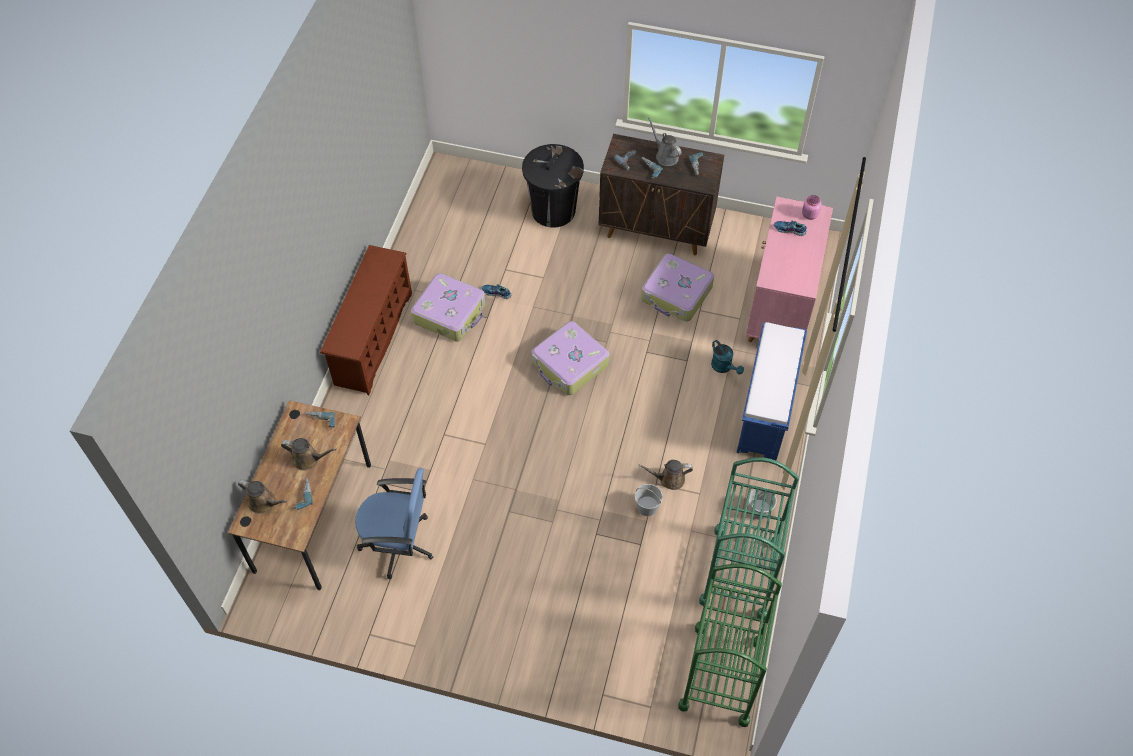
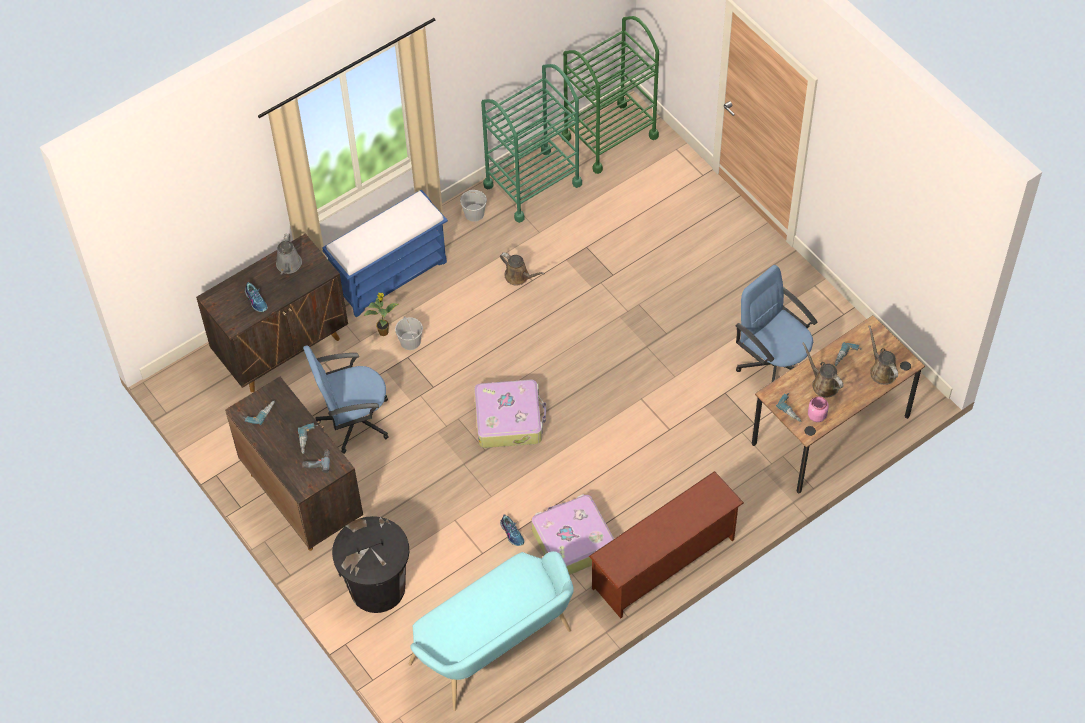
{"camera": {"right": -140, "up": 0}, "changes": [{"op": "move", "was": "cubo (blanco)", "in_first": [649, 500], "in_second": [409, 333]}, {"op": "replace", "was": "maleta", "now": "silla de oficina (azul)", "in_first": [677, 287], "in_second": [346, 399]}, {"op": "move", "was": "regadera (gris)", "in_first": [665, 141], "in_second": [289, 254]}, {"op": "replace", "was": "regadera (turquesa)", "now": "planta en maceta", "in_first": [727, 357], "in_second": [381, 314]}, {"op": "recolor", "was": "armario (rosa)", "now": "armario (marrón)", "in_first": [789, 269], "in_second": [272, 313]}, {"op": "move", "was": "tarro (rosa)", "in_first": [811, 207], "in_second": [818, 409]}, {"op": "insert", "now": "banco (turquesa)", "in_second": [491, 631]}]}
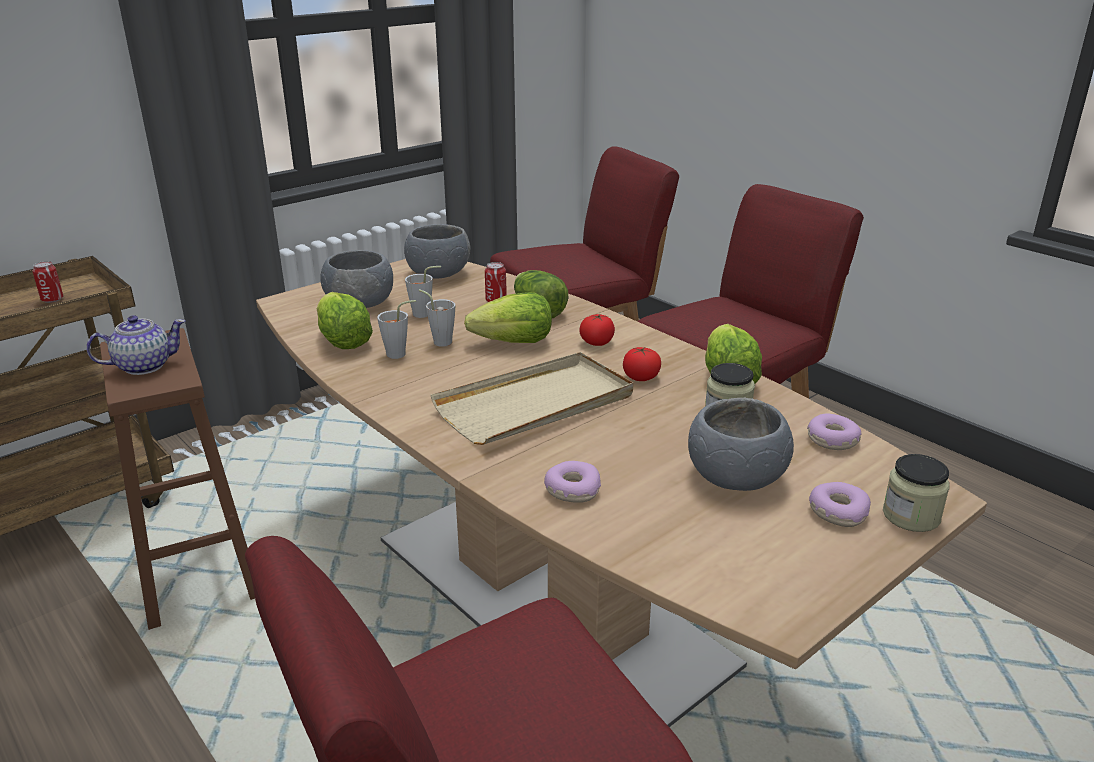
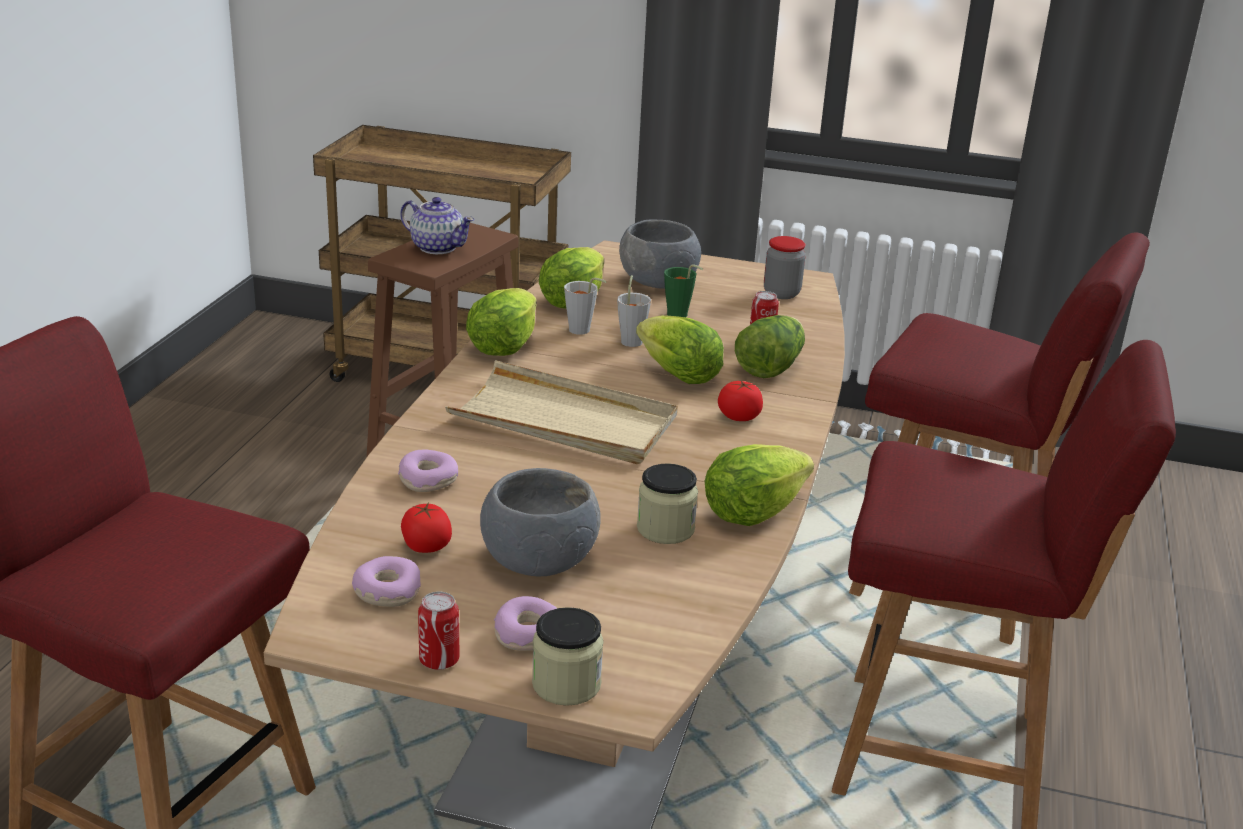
{"camera": {"right": 55, "up": 0}, "changes": [{"op": "move", "was": "lata", "in_first": [48, 282], "in_second": [439, 631]}, {"op": "replace", "was": "cuenco (gris)", "now": "tarro", "in_first": [437, 251], "in_second": [785, 267]}, {"op": "recolor", "was": "taza (gris)", "now": "taza (verde)", "in_first": [423, 292], "in_second": [683, 290]}, {"op": "move", "was": "tomate", "in_first": [642, 364], "in_second": [426, 528]}, {"op": "move", "was": "rosquilla", "in_first": [834, 432], "in_second": [386, 581]}, {"op": "insert", "now": "lechuga", "in_second": [501, 322]}]}
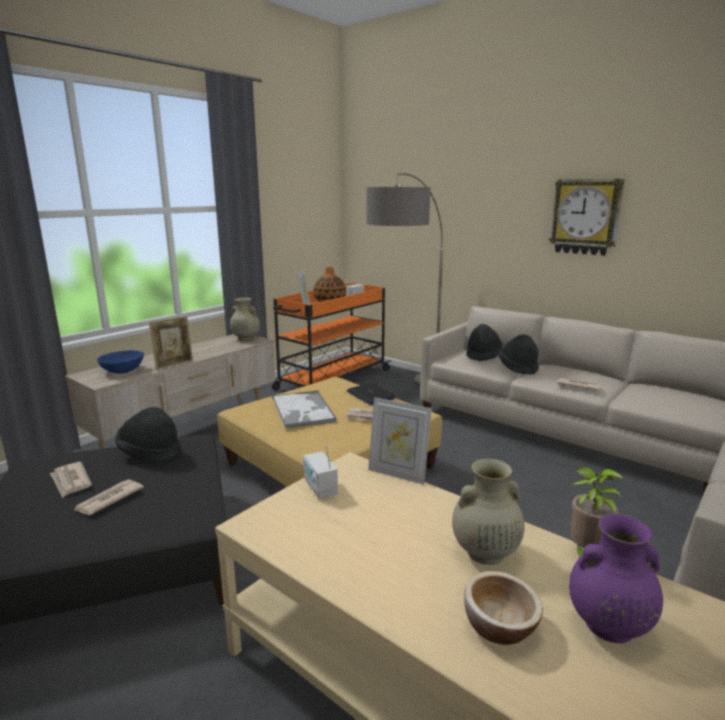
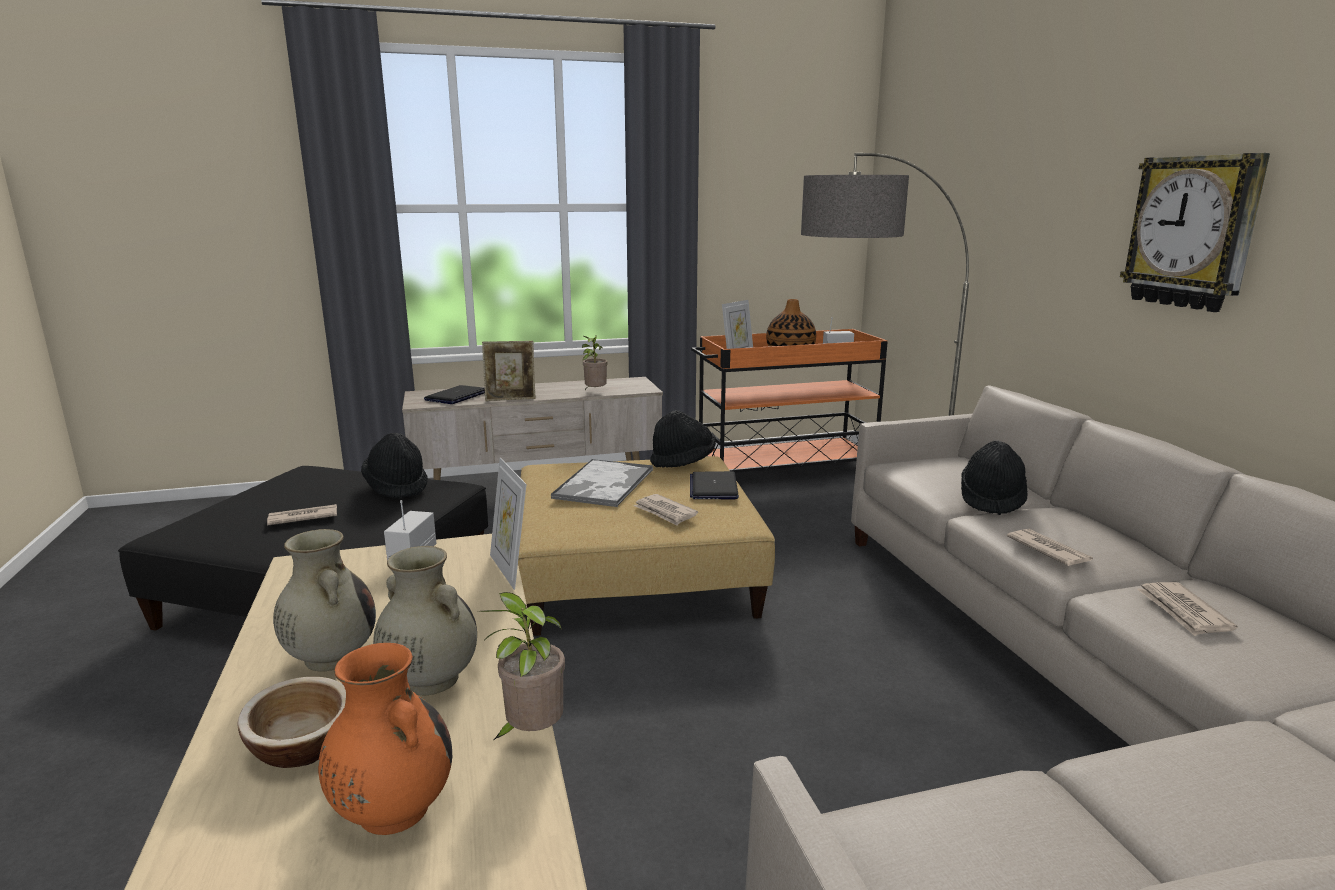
{"camera": {"right": 35, "up": 0}, "changes": [{"op": "move", "was": "periódico", "in_first": [71, 480], "in_second": [1187, 609]}, {"op": "replace", "was": "cuenco (azul)", "now": "portátil", "in_first": [120, 362], "in_second": [454, 394]}, {"op": "move", "was": "florero (beis)", "in_first": [245, 319], "in_second": [324, 600]}, {"op": "move", "was": "sombrero (negro)", "in_first": [484, 342], "in_second": [683, 439]}, {"op": "recolor", "was": "florero (morado)", "now": "florero (naranja)", "in_first": [616, 578], "in_second": [385, 739]}, {"op": "insert", "now": "planta en maceta", "in_second": [595, 362]}]}
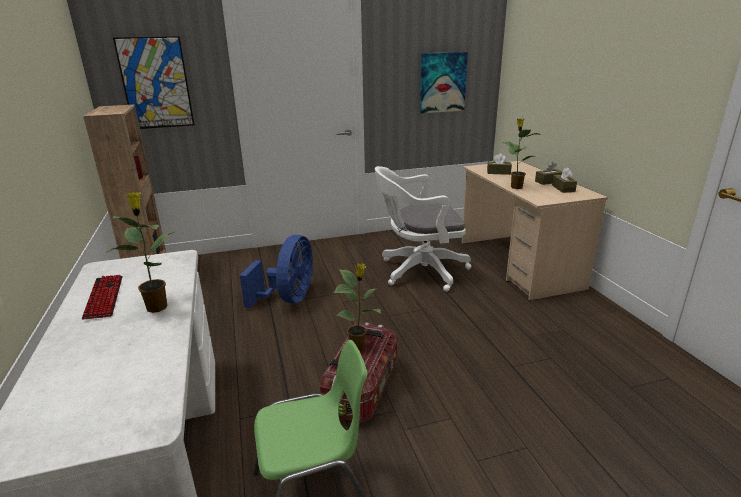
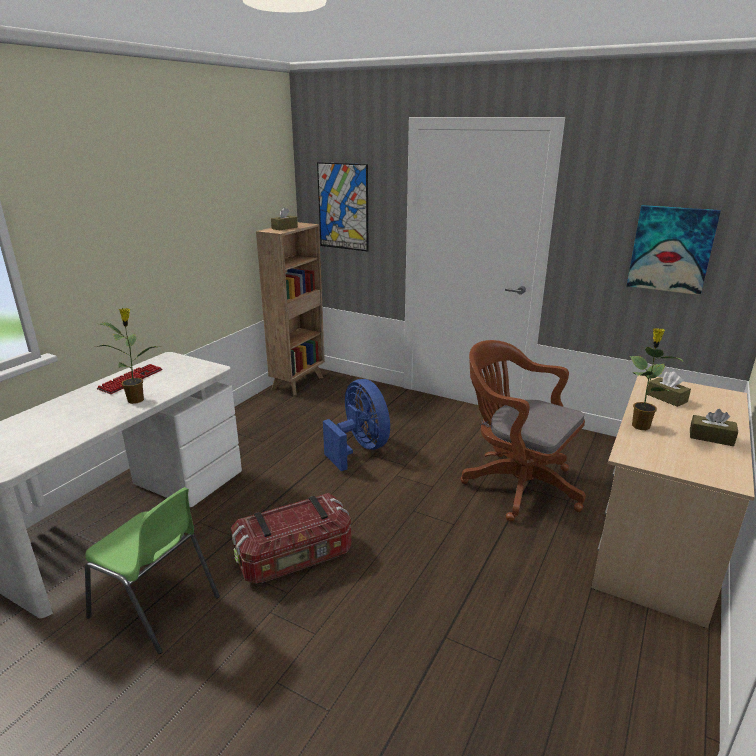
{"camera": {"right": 45, "up": 0}, "changes": [{"op": "rotate", "was": "ventilador (azul)", "in_first": [276, 271], "in_second": [356, 425], "clockwise": -90}, {"op": "delete", "was": "planta en maceta", "in_first": [357, 307]}, {"op": "recolor", "was": "silla de oficina (blanco)", "now": "silla de oficina (marrón)", "in_first": [423, 229], "in_second": [523, 430]}, {"op": "move", "was": "caja de pañuelos (marrón)", "in_first": [564, 180], "in_second": [284, 218]}]}
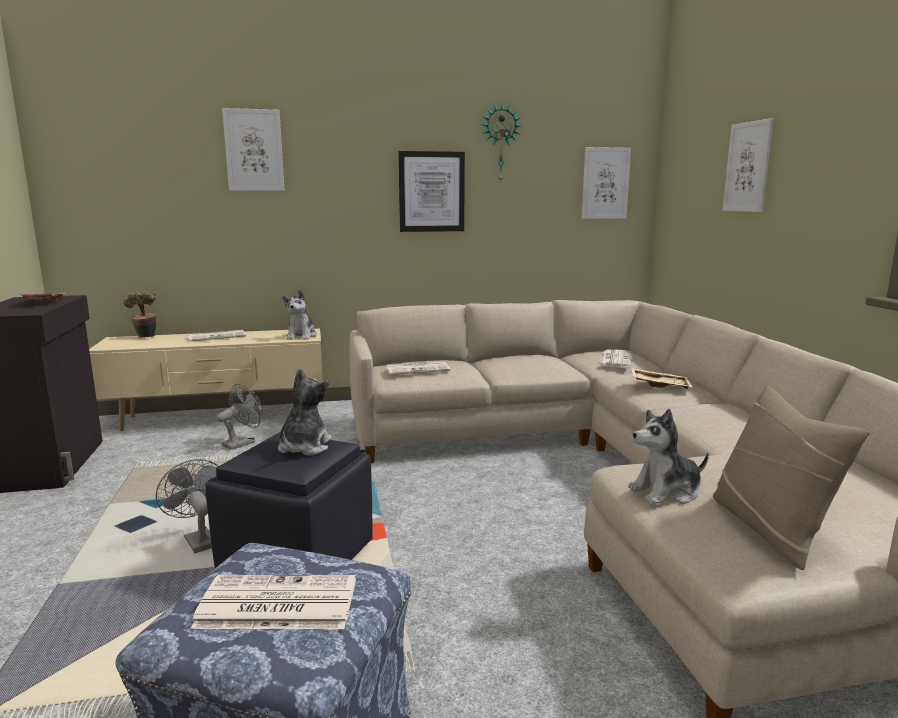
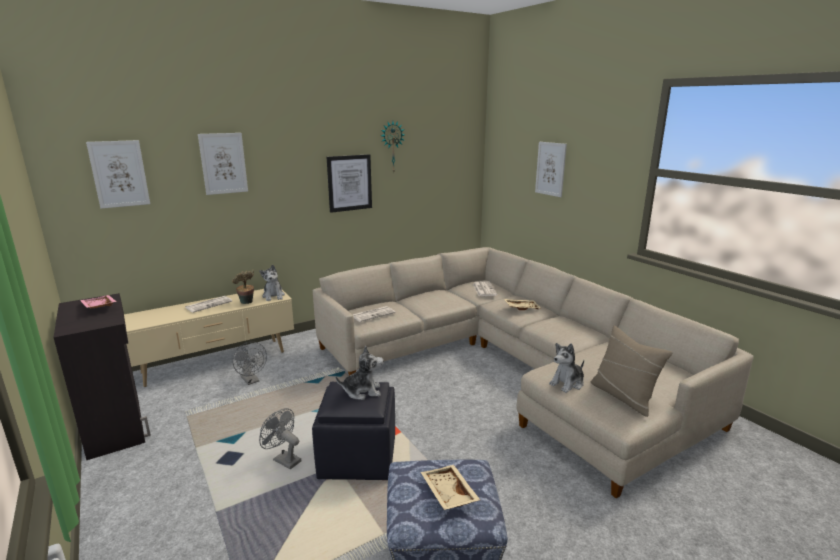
{"camera": {"right": -20, "up": 5}, "changes": [{"op": "move", "was": "planta en maceta", "in_first": [139, 314], "in_second": [243, 286]}, {"op": "replace", "was": "periódico", "now": "bandeja (beis)", "in_first": [273, 602], "in_second": [450, 487]}, {"op": "rotate", "was": "ventilador (gris)", "in_first": [239, 417], "in_second": [250, 363], "clockwise": 120}, {"op": "rotate", "was": "peluche", "in_first": [305, 412], "in_second": [360, 373], "clockwise": 90}, {"op": "move", "was": "cuadro", "in_first": [606, 183], "in_second": [118, 174]}]}
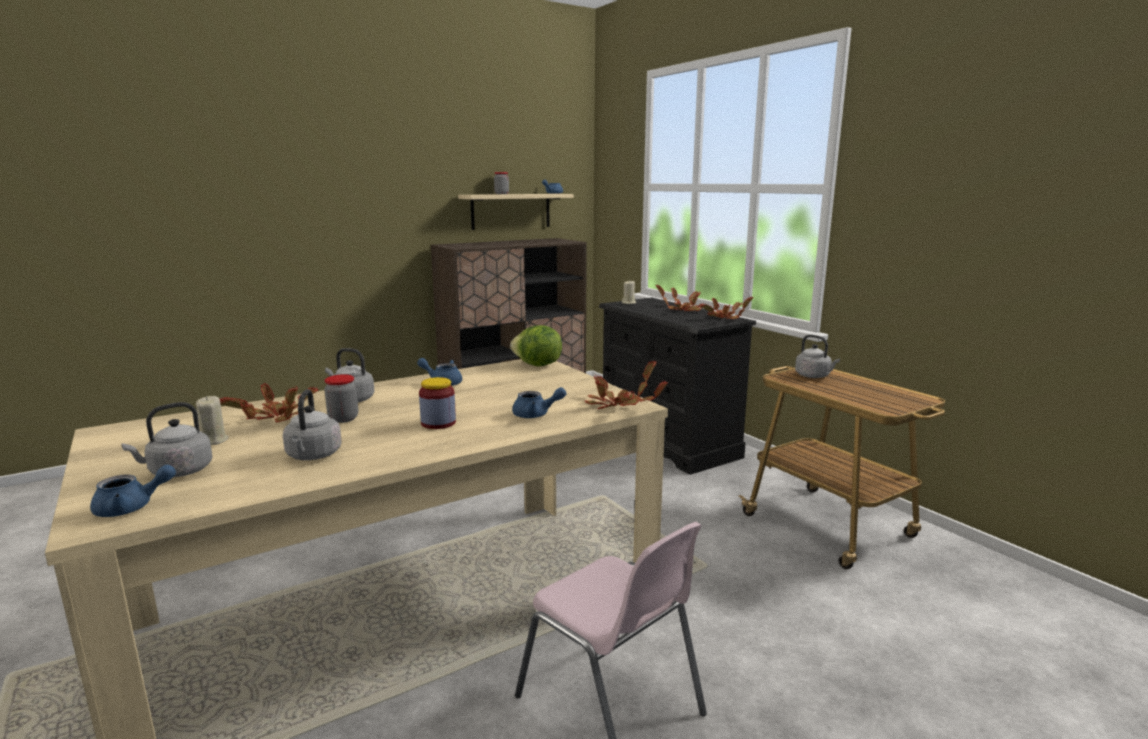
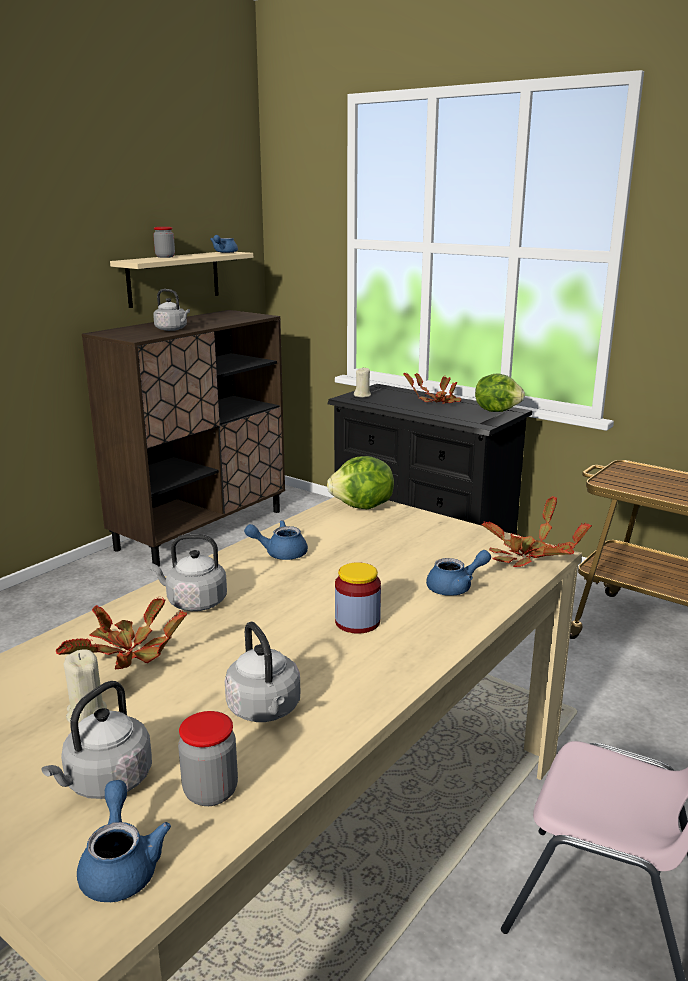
{"camera": {"right": -20, "up": 5}, "changes": [{"op": "rotate", "was": "tetera (azul)", "in_first": [133, 491], "in_second": [124, 841], "clockwise": -60}, {"op": "move", "was": "tarro", "in_first": [341, 398], "in_second": [208, 758]}, {"op": "replace", "was": "planta en maceta", "now": "lechuga", "in_first": [726, 308], "in_second": [500, 392]}, {"op": "move", "was": "hervidor (gris)", "in_first": [817, 356], "in_second": [171, 310]}]}
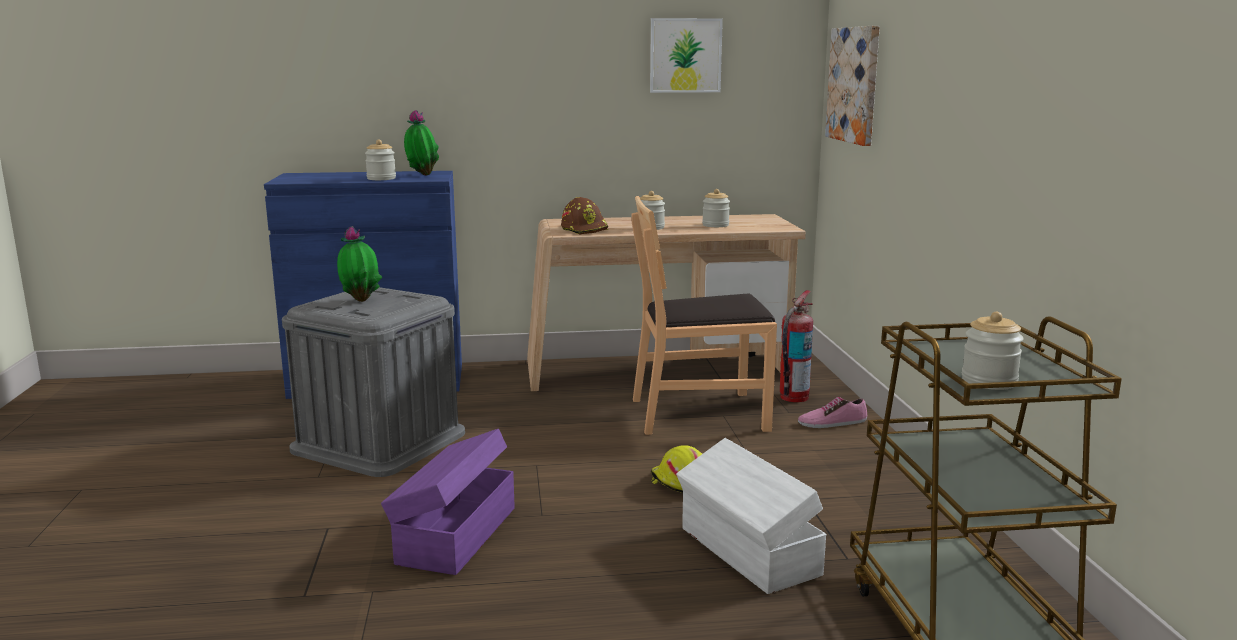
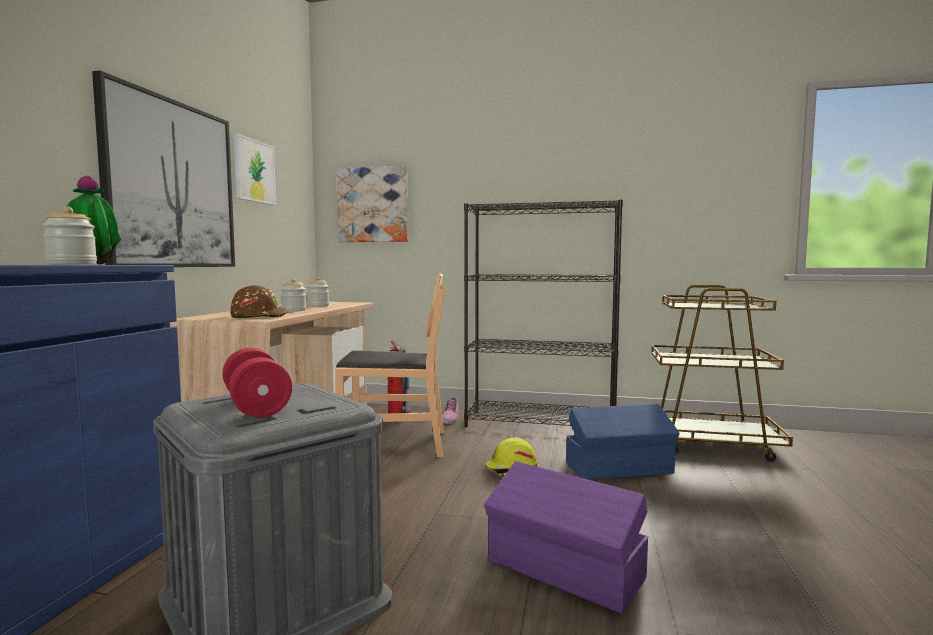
{"camera": {"right": -70, "up": -10}, "changes": [{"op": "replace", "was": "planta en maceta", "now": "mancuerna (rojo)", "in_first": [359, 264], "in_second": [257, 383]}, {"op": "rotate", "was": "silla (marrón)", "in_first": [704, 315], "in_second": [390, 365], "clockwise": -105}, {"op": "recolor", "was": "caja de almacenaje (blanco)", "now": "caja de almacenaje (azul)", "in_first": [751, 516], "in_second": [623, 442]}, {"op": "delete", "was": "tarro", "in_first": [993, 351]}, {"op": "insert", "now": "cuadro", "in_second": [163, 168]}, {"op": "insert", "now": "estantería (negro)", "in_second": [543, 313]}]}
